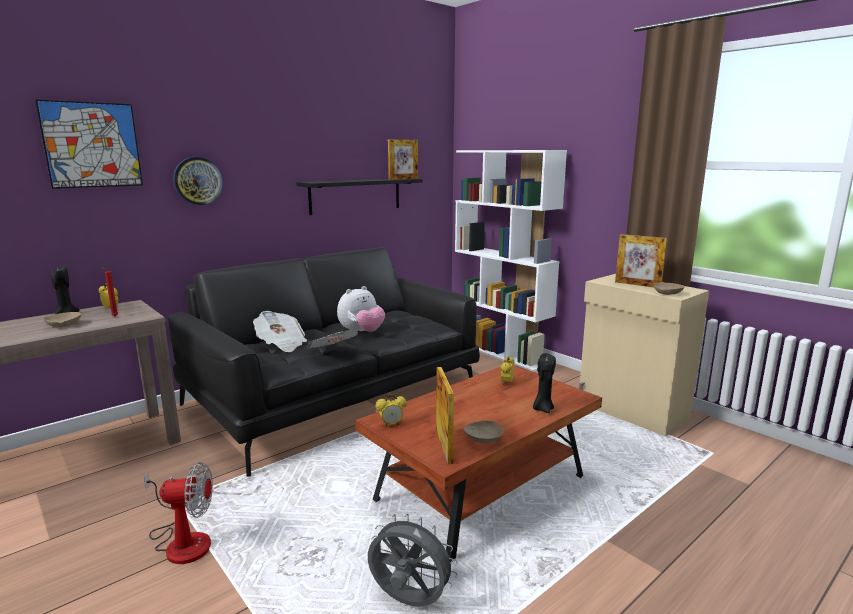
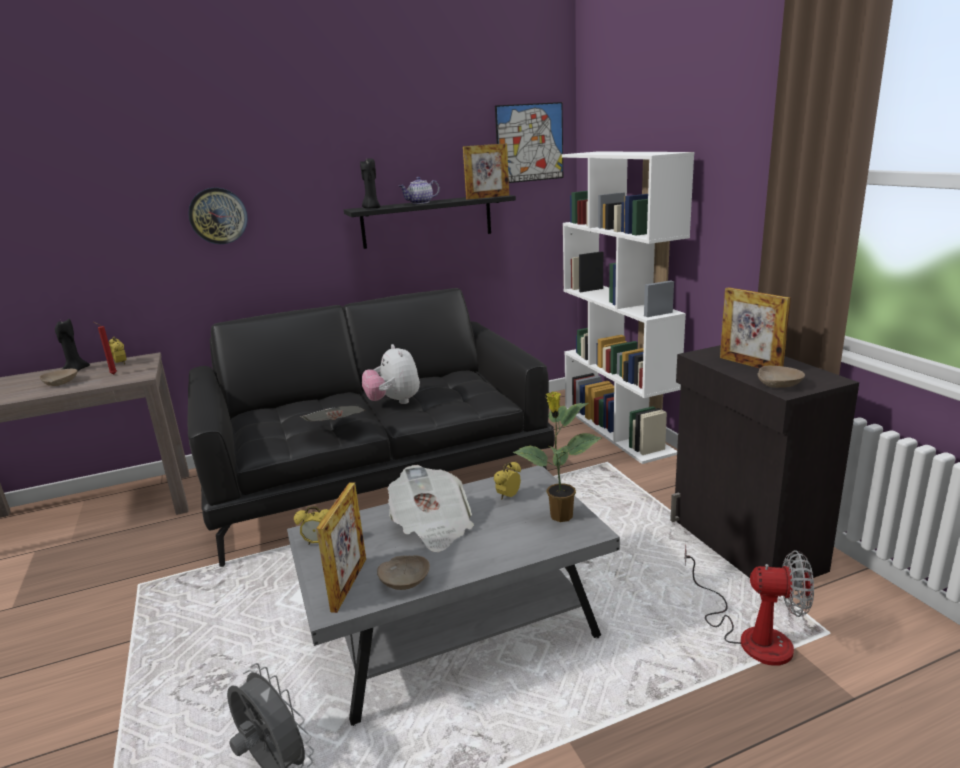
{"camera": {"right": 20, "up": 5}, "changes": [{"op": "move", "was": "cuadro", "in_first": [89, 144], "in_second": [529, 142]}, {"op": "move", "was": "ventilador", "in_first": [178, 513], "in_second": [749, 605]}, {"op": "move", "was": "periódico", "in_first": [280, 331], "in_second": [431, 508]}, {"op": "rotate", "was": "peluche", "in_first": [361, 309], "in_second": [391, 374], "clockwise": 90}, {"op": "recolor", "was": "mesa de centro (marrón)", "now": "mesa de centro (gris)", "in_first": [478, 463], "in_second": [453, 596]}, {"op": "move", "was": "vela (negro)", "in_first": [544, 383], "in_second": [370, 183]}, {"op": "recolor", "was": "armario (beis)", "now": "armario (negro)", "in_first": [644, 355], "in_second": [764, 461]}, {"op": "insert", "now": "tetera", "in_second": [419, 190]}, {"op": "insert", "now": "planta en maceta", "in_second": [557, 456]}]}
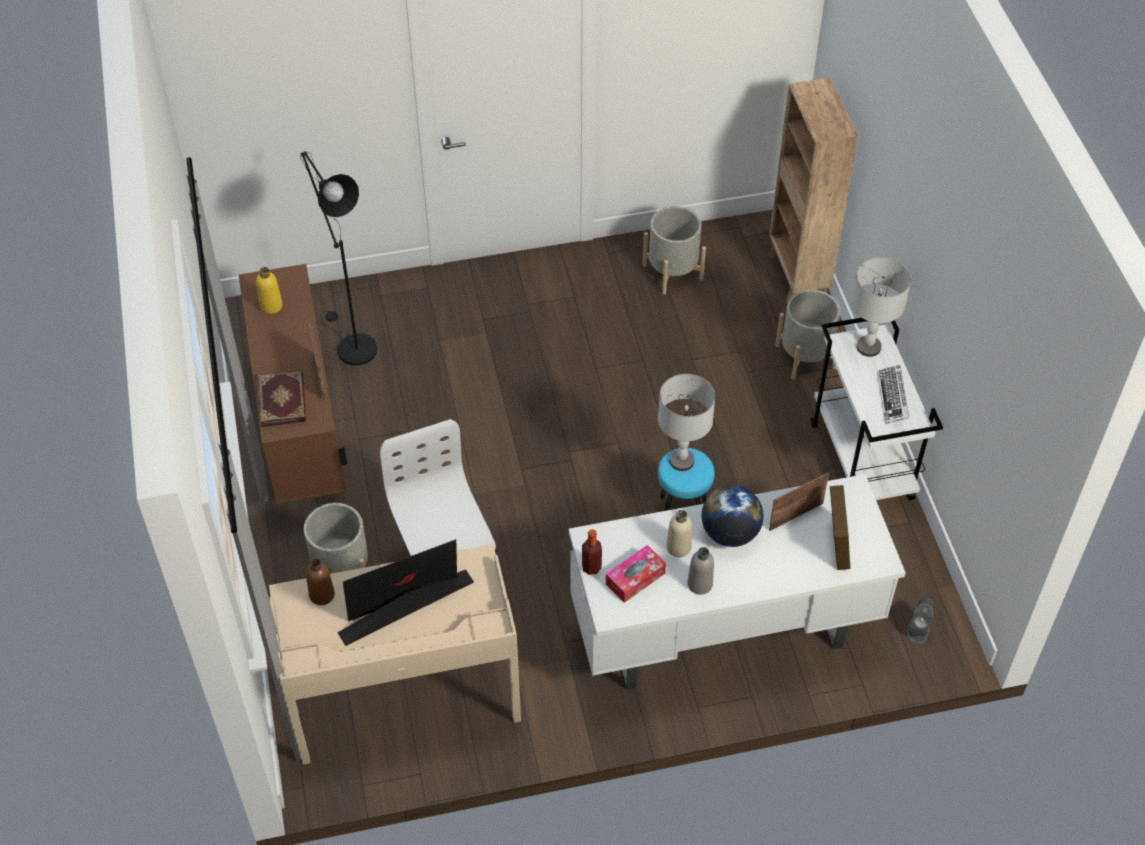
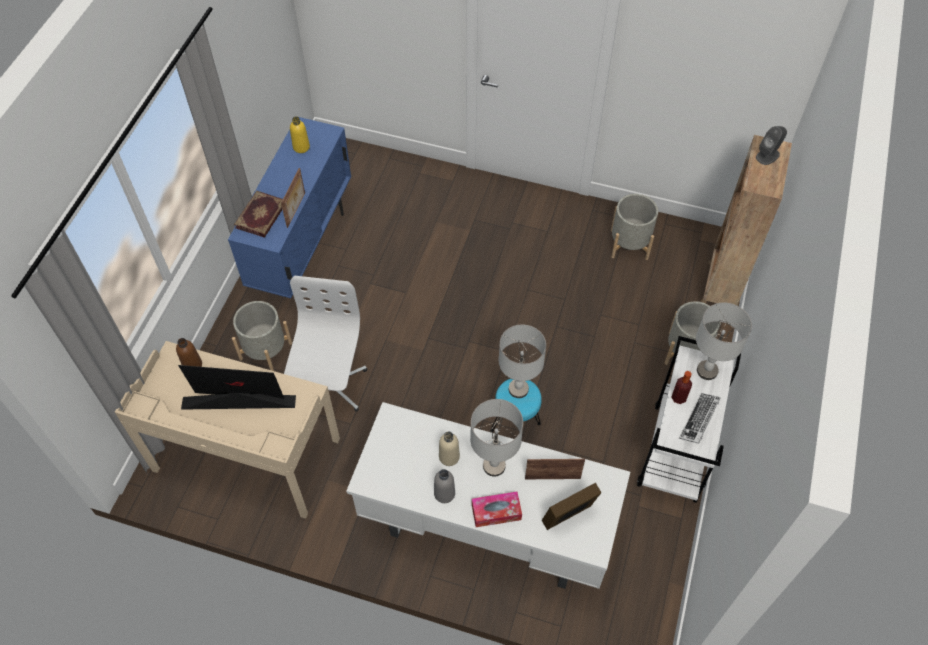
{"camera": {"right": 30, "up": 5}, "changes": [{"op": "recolor", "was": "armario (marrón)", "now": "armario (azul)", "in_first": [293, 384], "in_second": [289, 207]}, {"op": "delete", "was": "lámpara de pie (negro)", "in_first": [338, 258]}, {"op": "move", "was": "botella", "in_first": [592, 552], "in_second": [681, 387]}, {"op": "move", "was": "caja de pañuelos", "in_first": [636, 574], "in_second": [497, 509]}, {"op": "replace", "was": "globo terráqueo", "now": "lámpara de mesa (gris)", "in_first": [732, 516], "in_second": [496, 437]}, {"op": "rotate", "was": "portarretratos", "in_first": [840, 527], "in_second": [571, 506], "clockwise": -150}, {"op": "move", "was": "altavoz (gris)", "in_first": [920, 620], "in_second": [771, 145]}]}
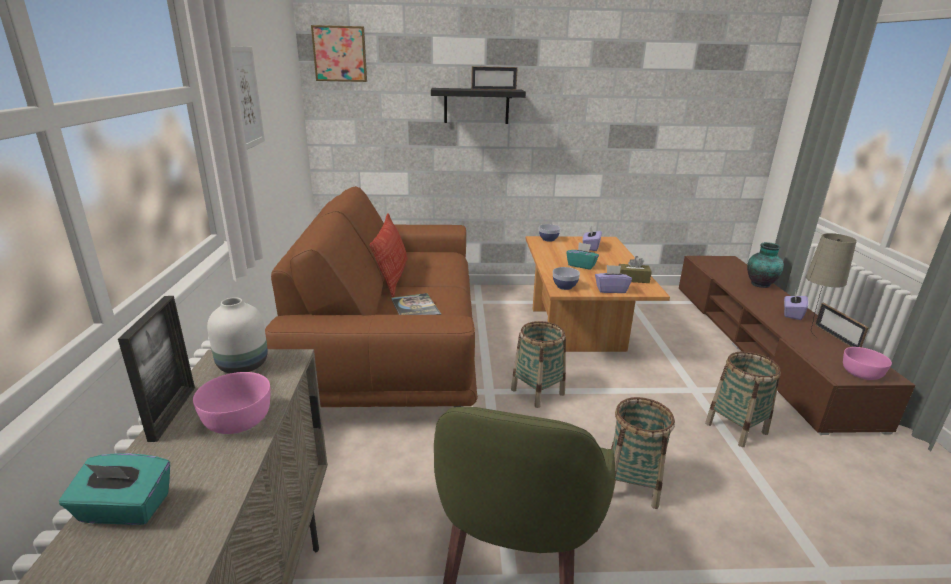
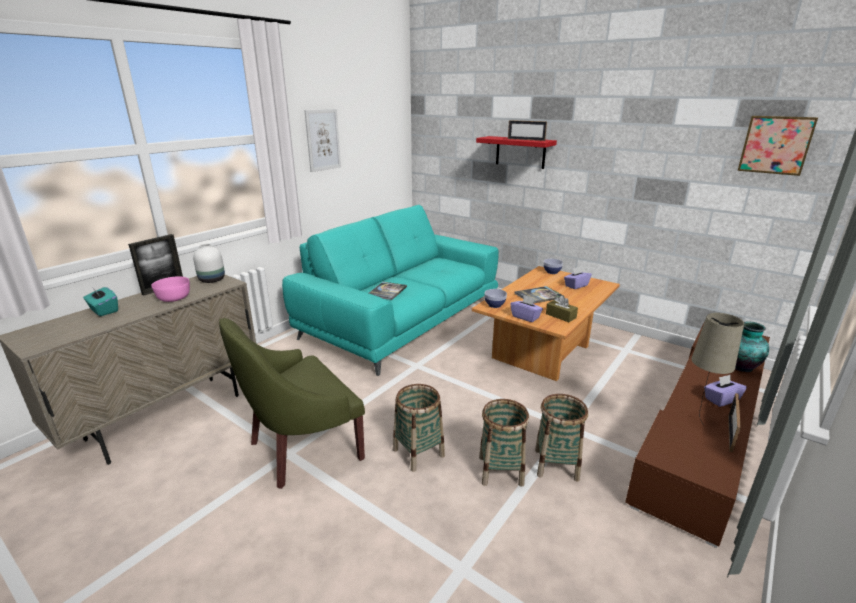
{"camera": {"right": 40, "up": 0}, "changes": [{"op": "recolor", "was": "sofá (marrón)", "now": "sofá (turquesa)", "in_first": [371, 296], "in_second": [390, 290]}, {"op": "move", "was": "cuadro", "in_first": [339, 53], "in_second": [778, 146]}, {"op": "delete", "was": "cojín", "in_first": [389, 255]}, {"op": "recolor", "was": "estante (negro)", "now": "estante (rojo)", "in_first": [478, 106], "in_second": [516, 152]}, {"op": "move", "was": "cesta", "in_first": [538, 364], "in_second": [504, 443]}, {"op": "replace", "was": "caja de pañuelos (turquesa)", "now": "libro", "in_first": [582, 256], "in_second": [539, 295]}, {"op": "delete", "was": "cuenco (rosa)", "in_first": [867, 363]}]}
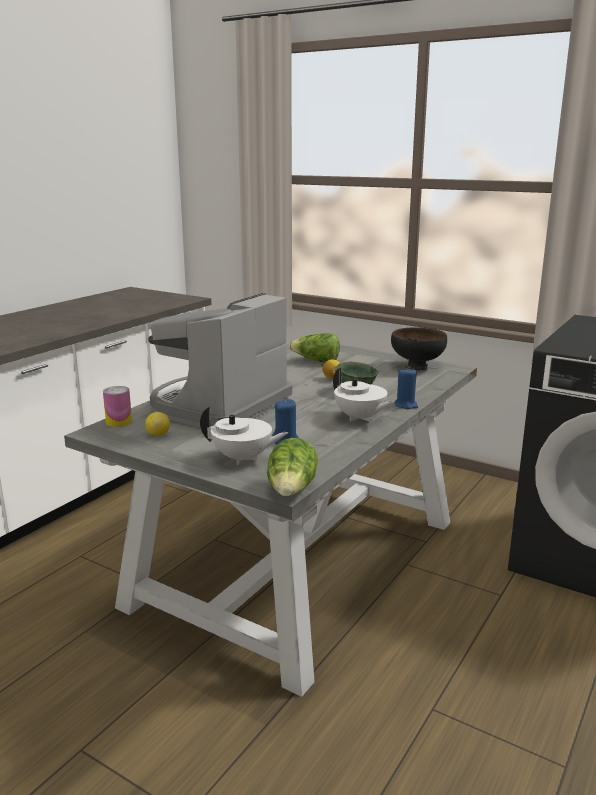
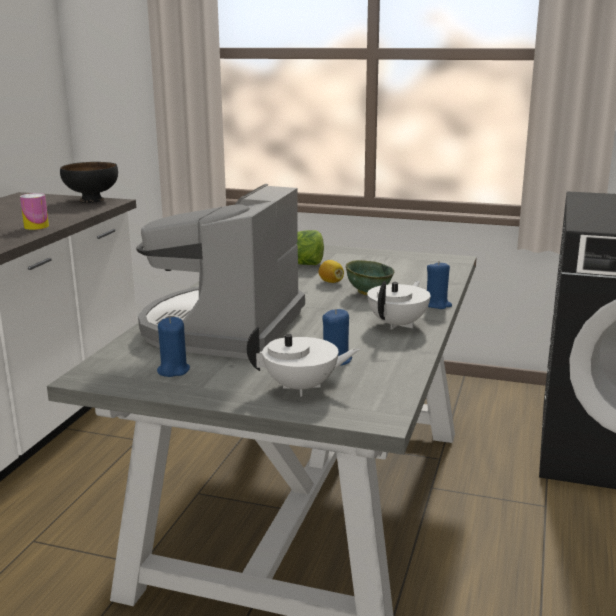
{"camera": {"right": -15, "up": 0}, "changes": [{"op": "move", "was": "lata", "in_first": [117, 406], "in_second": [34, 211]}, {"op": "replace", "was": "limón", "now": "vela (azul)", "in_first": [157, 424], "in_second": [173, 347]}, {"op": "delete", "was": "lechuga", "in_first": [292, 467]}, {"op": "rotate", "was": "tetera (blanco)", "in_first": [363, 395], "in_second": [399, 305], "clockwise": -90}, {"op": "move", "was": "cuenco (negro)", "in_first": [419, 348], "in_second": [89, 182]}]}
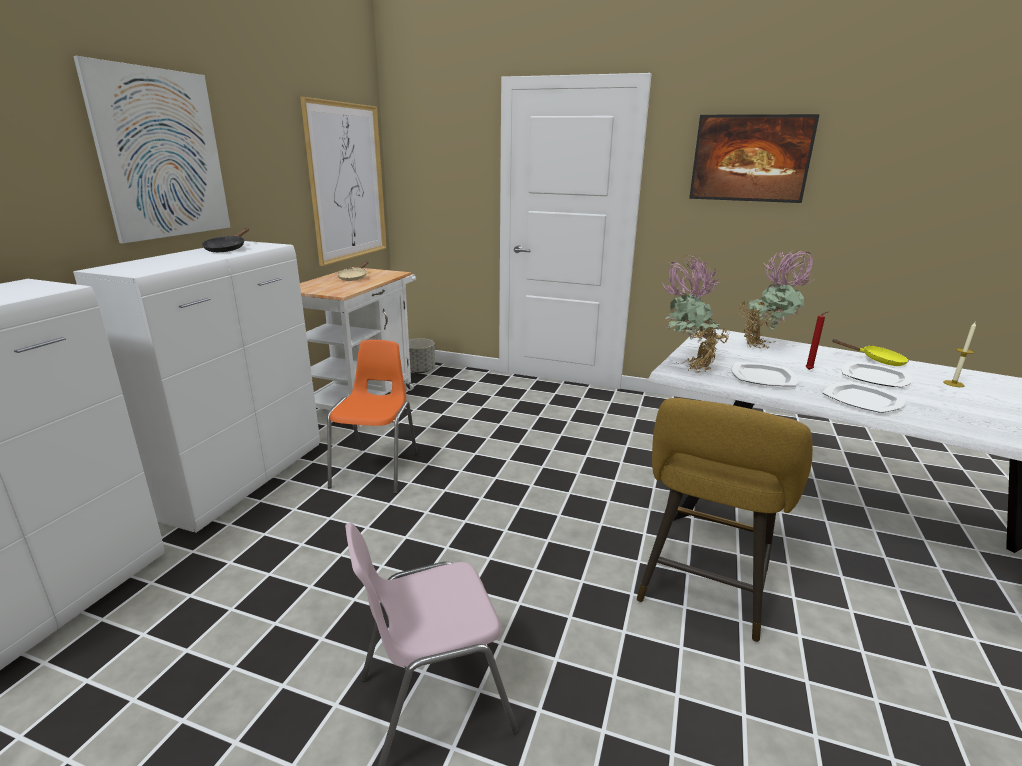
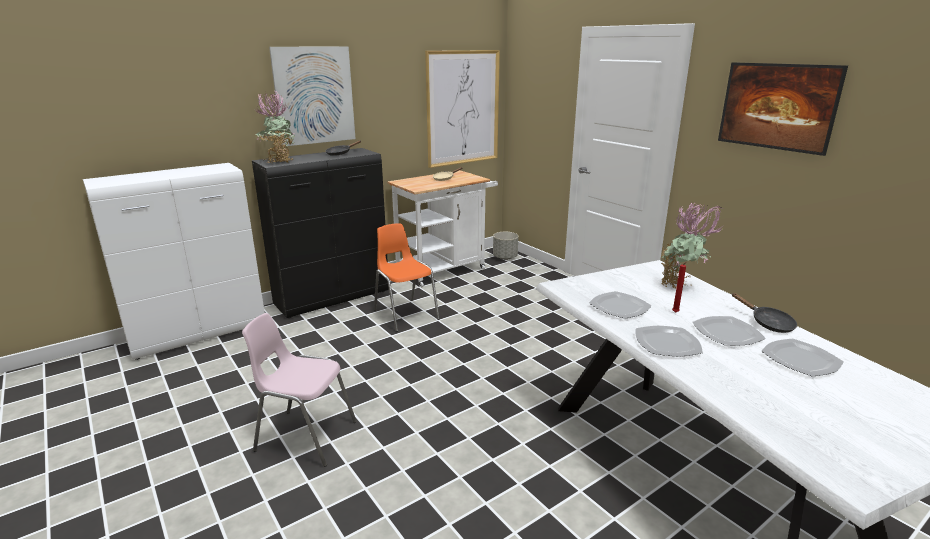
{"camera": {"right": 35, "up": 0}, "changes": [{"op": "recolor", "was": "armario (blanco)", "now": "armario (negro)", "in_first": [196, 387], "in_second": [320, 233]}, {"op": "rotate", "was": "silla (naranja)", "in_first": [372, 417], "in_second": [407, 277], "clockwise": -75}, {"op": "delete", "was": "taburete (amarillo)", "in_first": [725, 520]}, {"op": "move", "was": "planta en maceta", "in_first": [696, 314], "in_second": [275, 127]}, {"op": "recolor", "was": "sartén (amarillo)", "now": "sartén (negro)", "in_first": [870, 352], "in_second": [764, 313]}, {"op": "replace", "was": "vela", "now": "plato", "in_first": [959, 354], "in_second": [803, 358]}]}
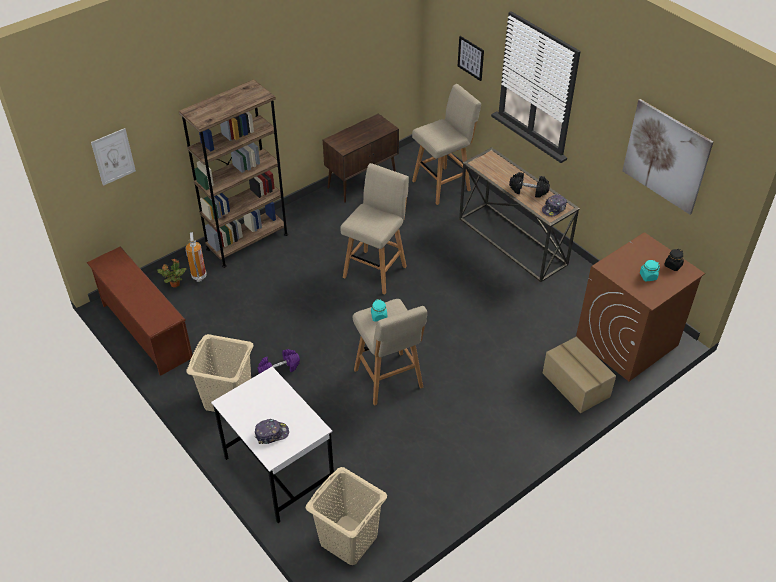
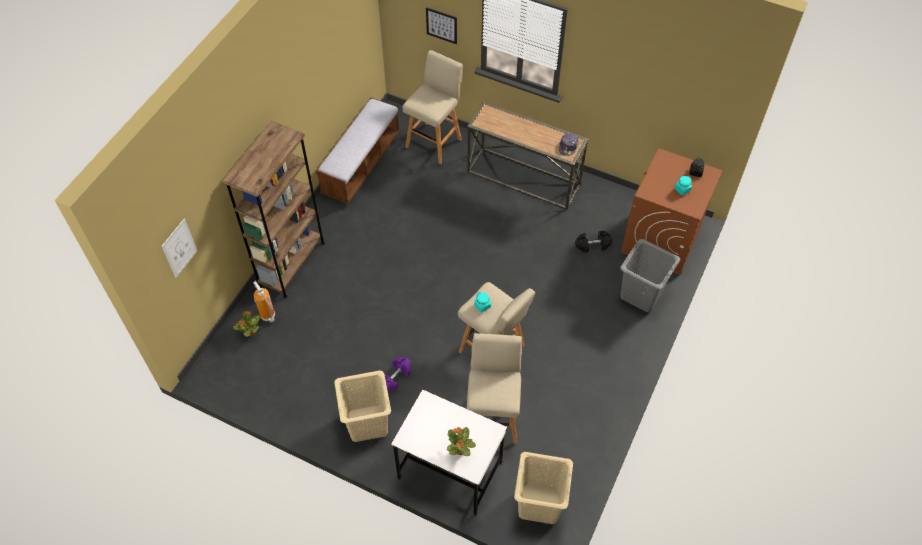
{"camera": {"right": -25, "up": 10}, "changes": [{"op": "delete", "was": "zapatero (marrón)", "in_first": [139, 311]}, {"op": "replace", "was": "gorra", "now": "planta en maceta", "in_first": [272, 431], "in_second": [461, 441]}, {"op": "replace", "was": "armario (marrón)", "now": "banco", "in_first": [361, 158], "in_second": [358, 151]}, {"op": "move", "was": "taburete (beis)", "in_first": [374, 229], "in_second": [494, 388]}, {"op": "move", "was": "mancuerna (negro)", "in_first": [529, 185], "in_second": [593, 242]}, {"op": "replace", "was": "caja de cartón", "now": "cesto de la ropa (gris)", "in_first": [579, 375], "in_second": [650, 275]}, {"op": "delete", "was": "cuadro", "in_first": [668, 156]}]}
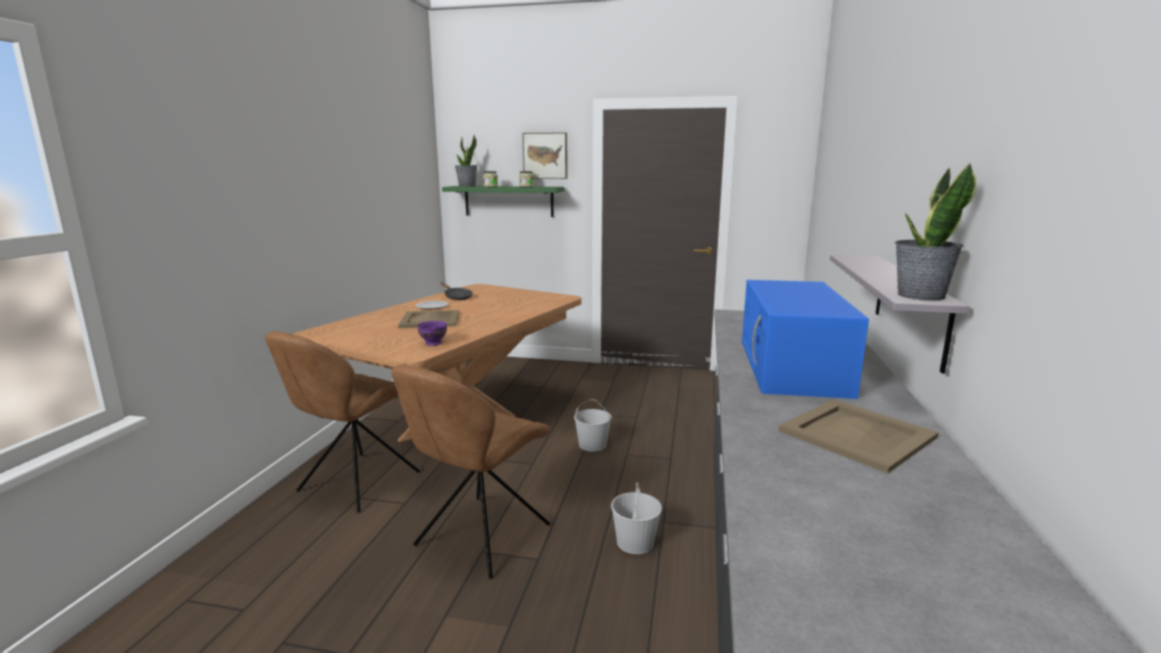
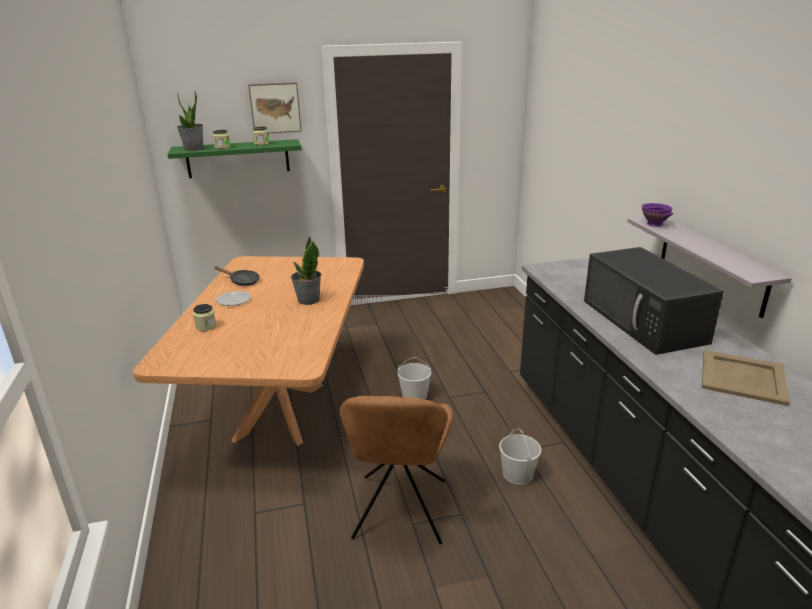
{"camera": {"right": -25, "up": 10}, "changes": [{"op": "delete", "was": "silla (marrón)", "in_first": [342, 422]}, {"op": "delete", "was": "bandeja (beis)", "in_first": [428, 319]}, {"op": "move", "was": "cuenco (morado)", "in_first": [432, 333], "in_second": [657, 215]}, {"op": "recolor", "was": "microondas (azul)", "now": "microondas (negro)", "in_first": [805, 339], "in_second": [654, 301]}, {"op": "move", "was": "planta en maceta", "in_first": [935, 231], "in_second": [306, 270]}, {"op": "insert", "now": "tarro", "in_second": [204, 317]}]}
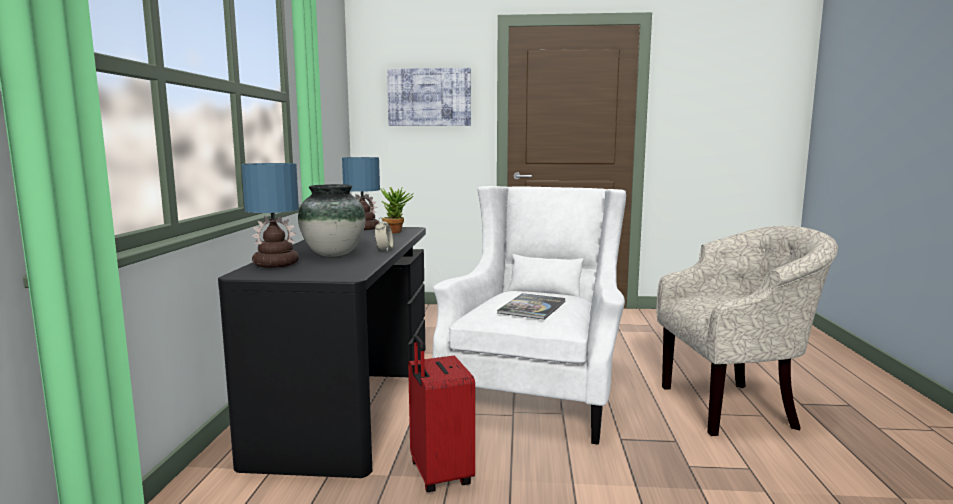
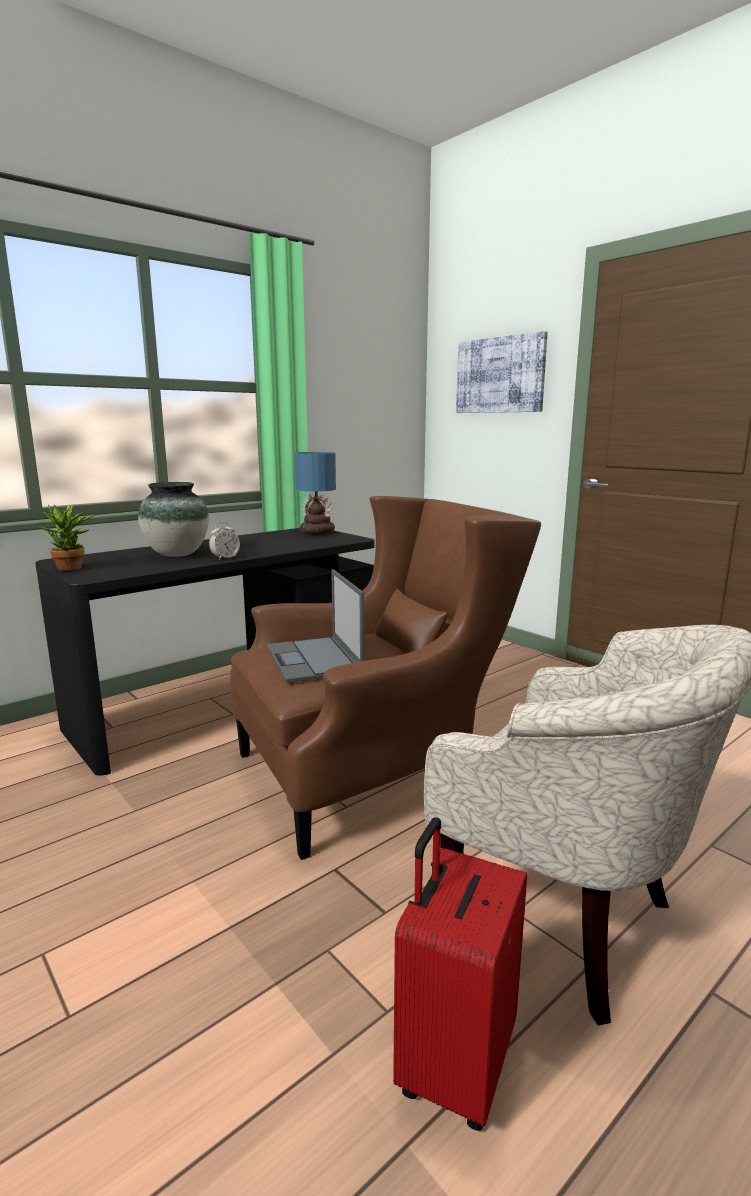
{"camera": {"right": 45, "up": 5}, "changes": [{"op": "delete", "was": "lámpara de mesa", "in_first": [270, 215]}, {"op": "move", "was": "planta en maceta", "in_first": [397, 210], "in_second": [67, 538]}, {"op": "move", "was": "maleta (rojo)", "in_first": [441, 414], "in_second": [460, 974]}, {"op": "recolor", "was": "sillón (blanco)", "now": "sillón (marrón)", "in_first": [529, 315], "in_second": [385, 678]}, {"op": "replace", "was": "libro", "now": "portátil", "in_first": [531, 306], "in_second": [316, 626]}]}
